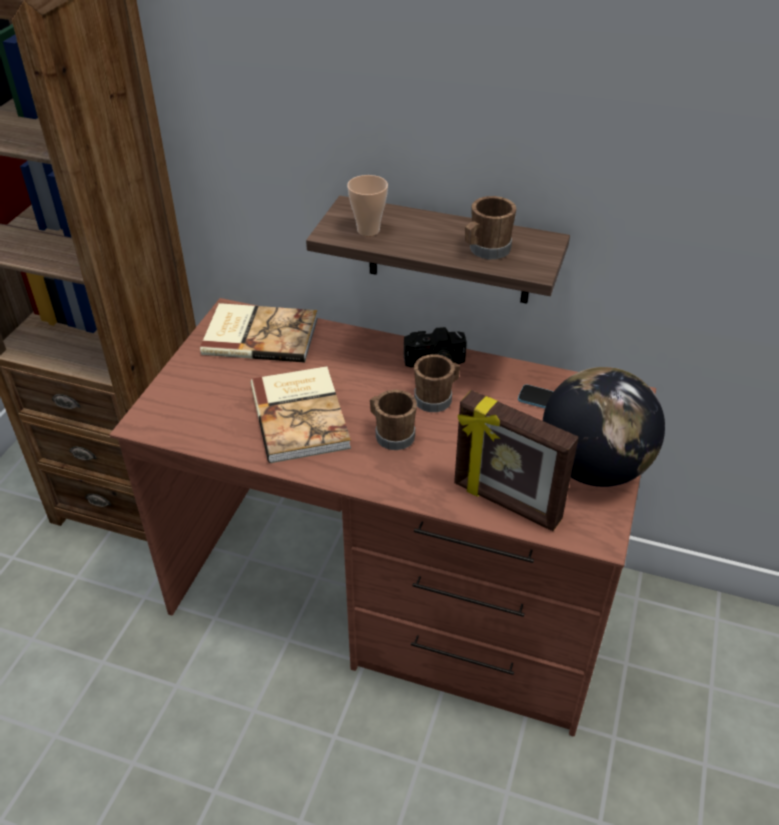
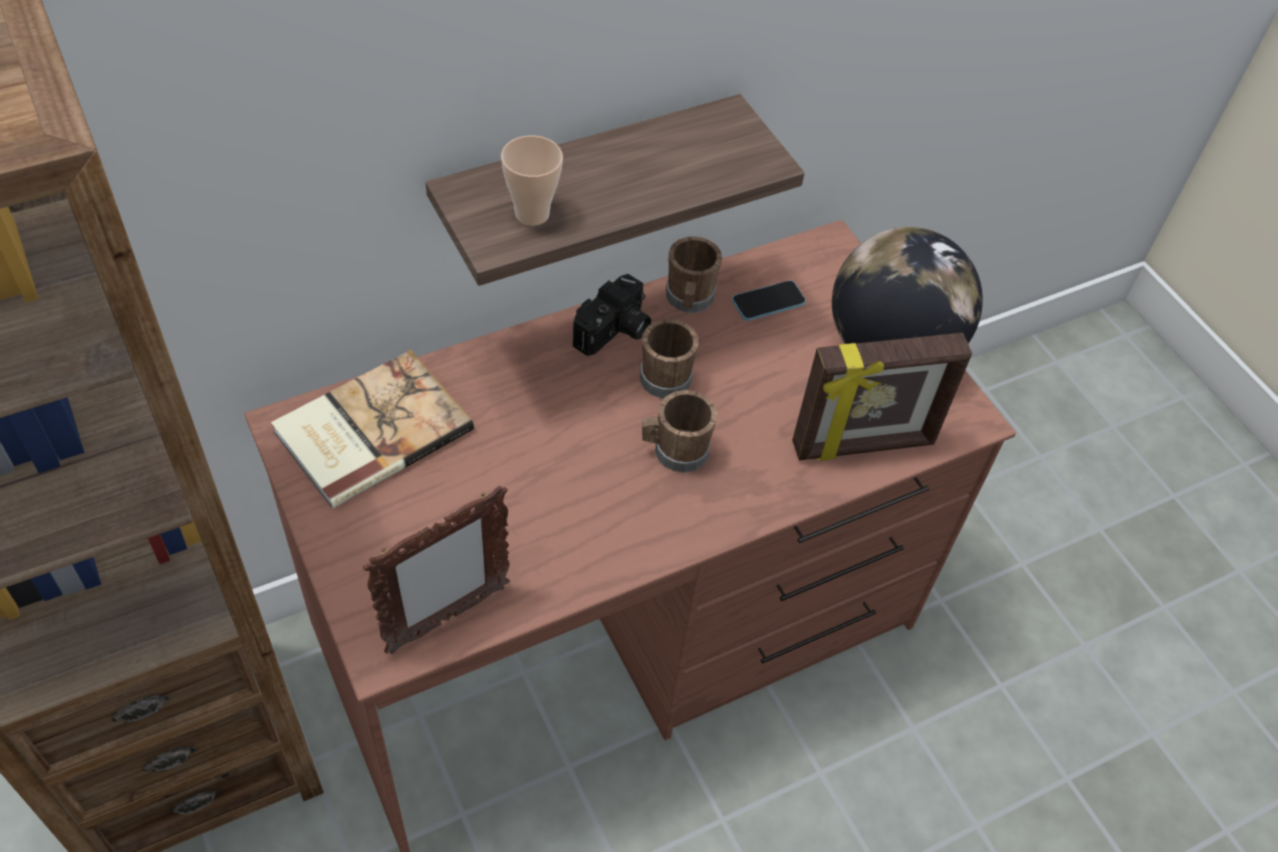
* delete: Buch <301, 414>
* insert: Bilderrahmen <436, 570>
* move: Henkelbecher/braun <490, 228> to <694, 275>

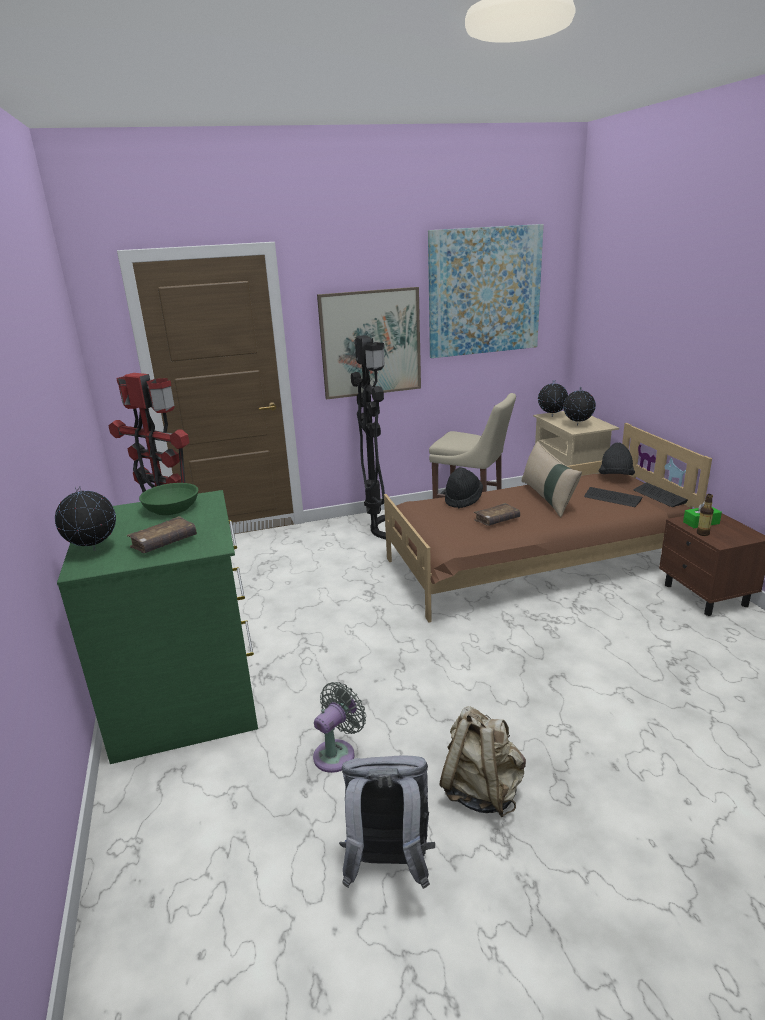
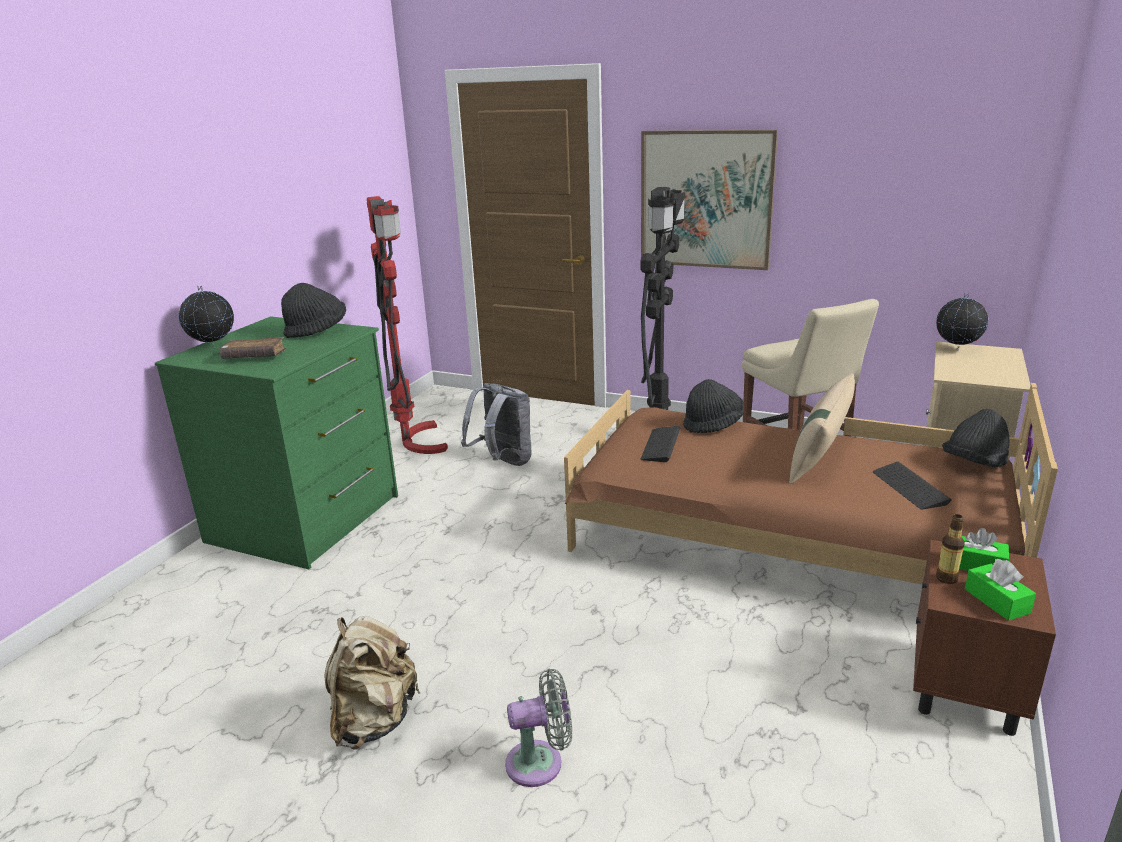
* delete: Bild <486, 291>
* delete: Buch/braun <497, 514>
* delete: Globus <579, 406>
* insert: Taschentuchbox/grün <1000, 589>
* move: Ventilator/grau <339, 727> to <538, 728>
* move: Rucksack/grau <387, 822> to <496, 424>
* move: Tastatur <661, 494> to <660, 444>
* replace: Schüssel/grün <169, 499> to Hut/schwarz <313, 310>

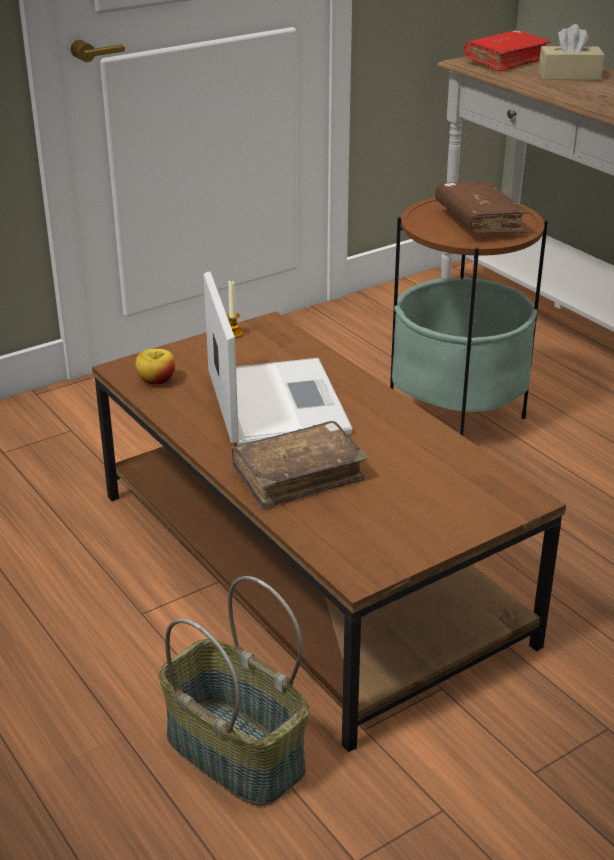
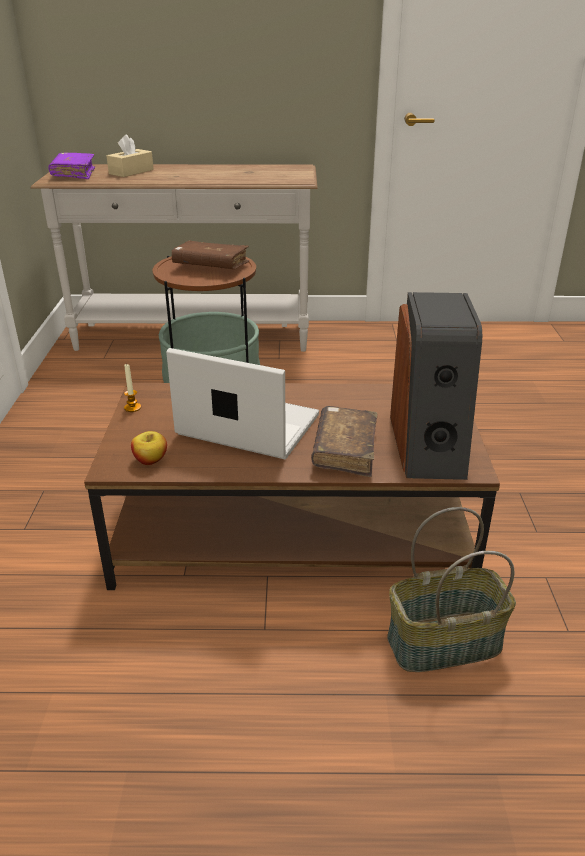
* insert: Lautsprecher <436, 386>
* recolor: Buch/rot <507, 51> to Buch/lila <71, 166>

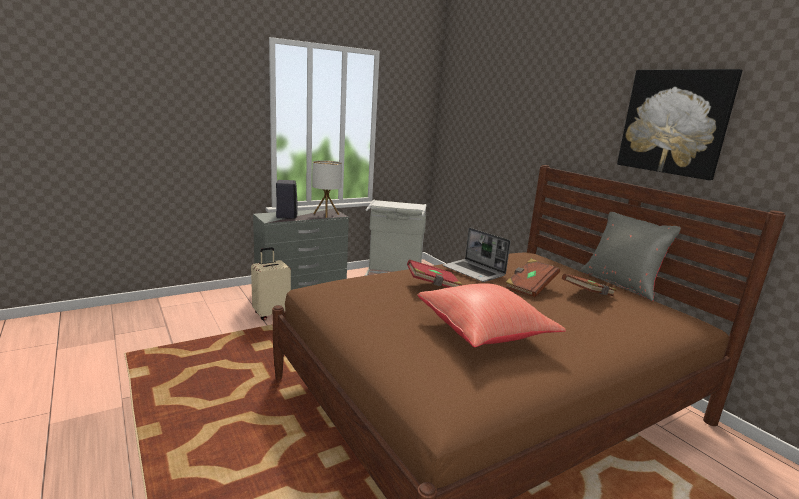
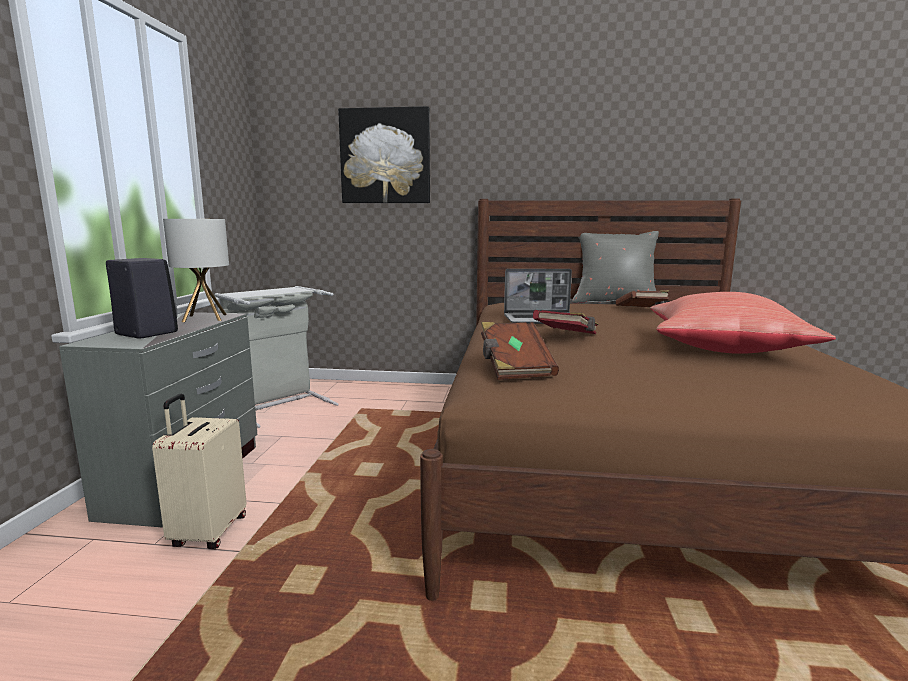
* move: Buch/braun <532, 278> to <520, 351>
* move: Bild <679, 124> to <384, 154>

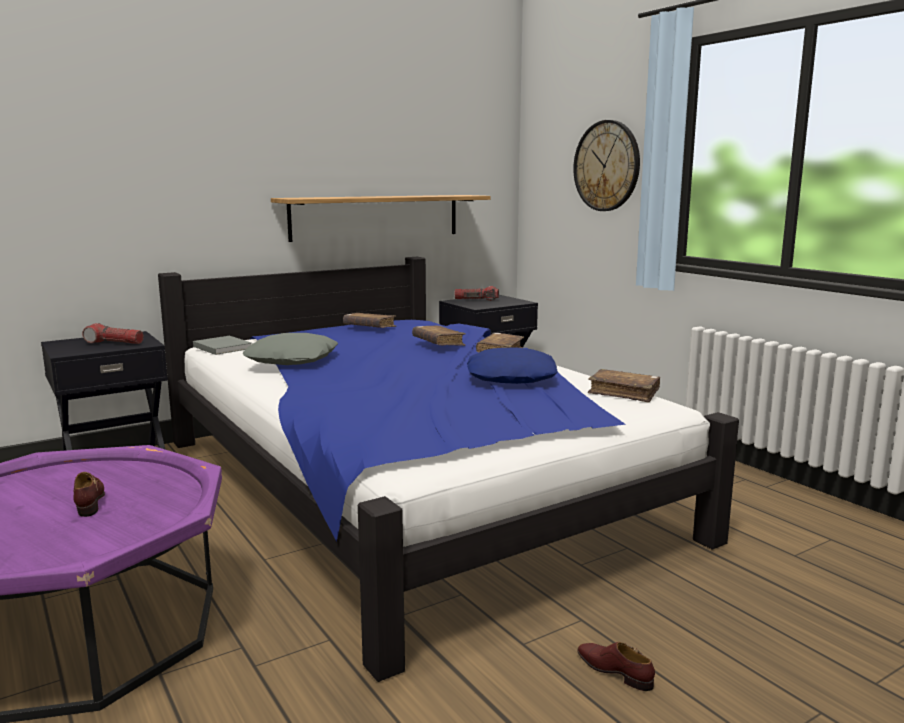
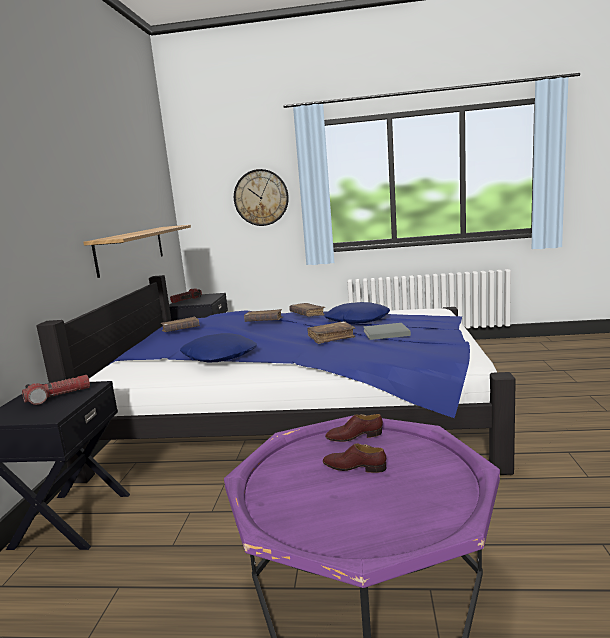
* move: Buch/grau <222, 345> to <387, 331>
* move: Schuh/braun <616, 666> to <354, 428>
* move: Buch/braun <624, 386> to <331, 332>
* recolor: Kissen/grau <290, 349> to Kissen/blau <218, 348>

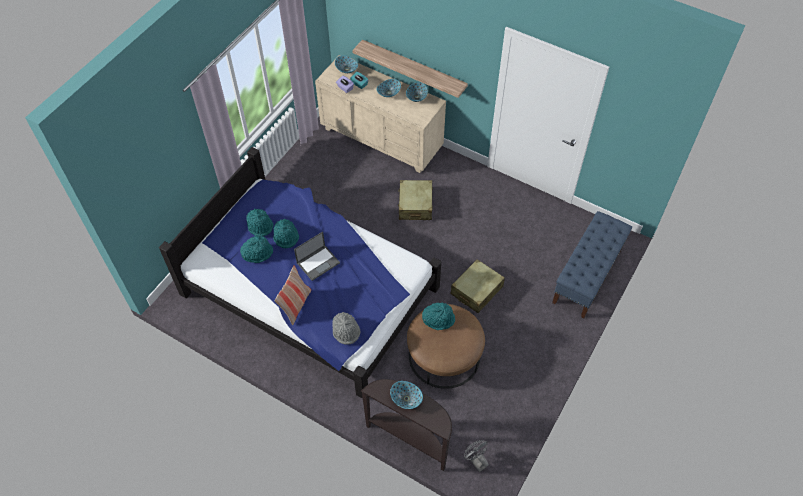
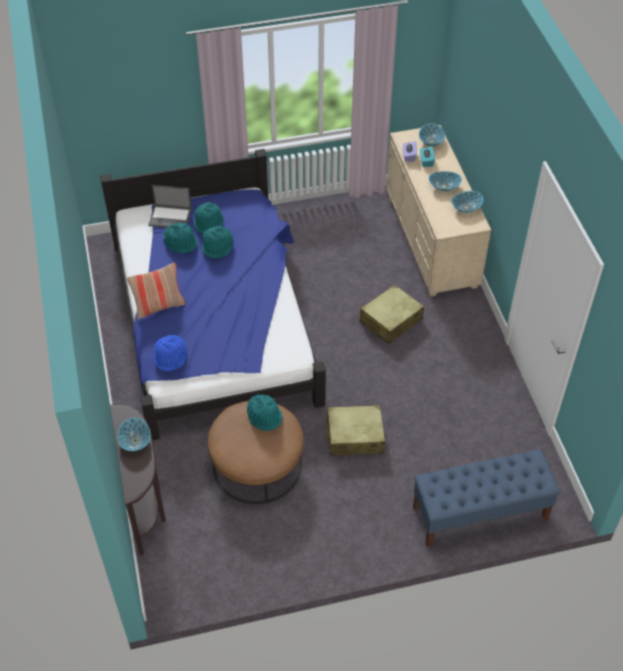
* delete: Wandregal <410, 68>
* delete: Ventilator/grau <476, 456>
* move: Laptop <317, 256> to <170, 206>
* recolor: Hut/grau <346, 328> to Hut/blau <170, 353>

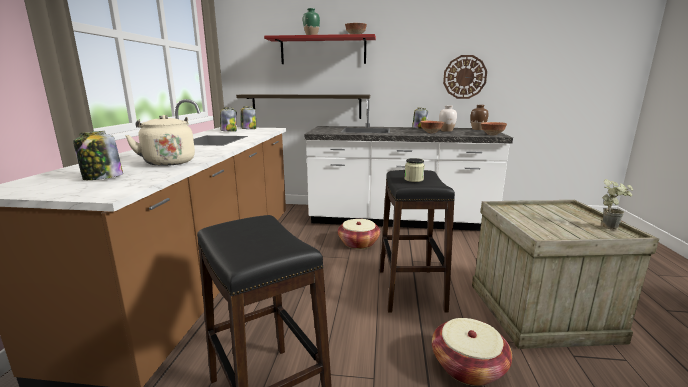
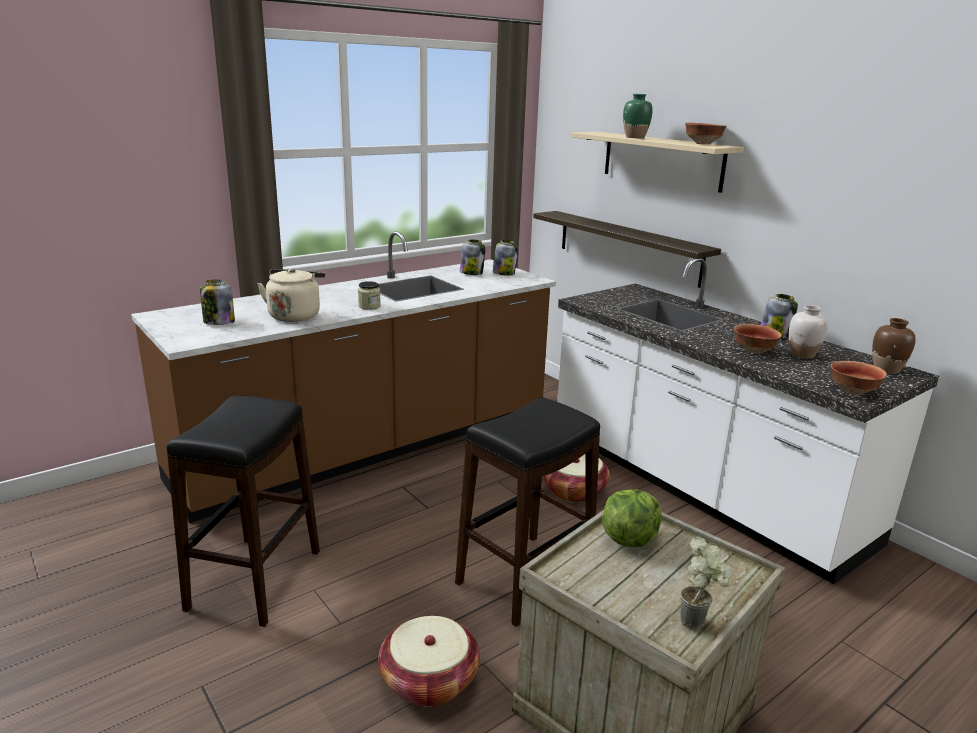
* delete: Wanduhr <465, 77>
* insert: Salatkopf <632, 518>
* move: Vorratsglas <414, 170> to <369, 295>
* recolor: Wandregal/rot <320, 49> to Wandregal/beige <657, 162>

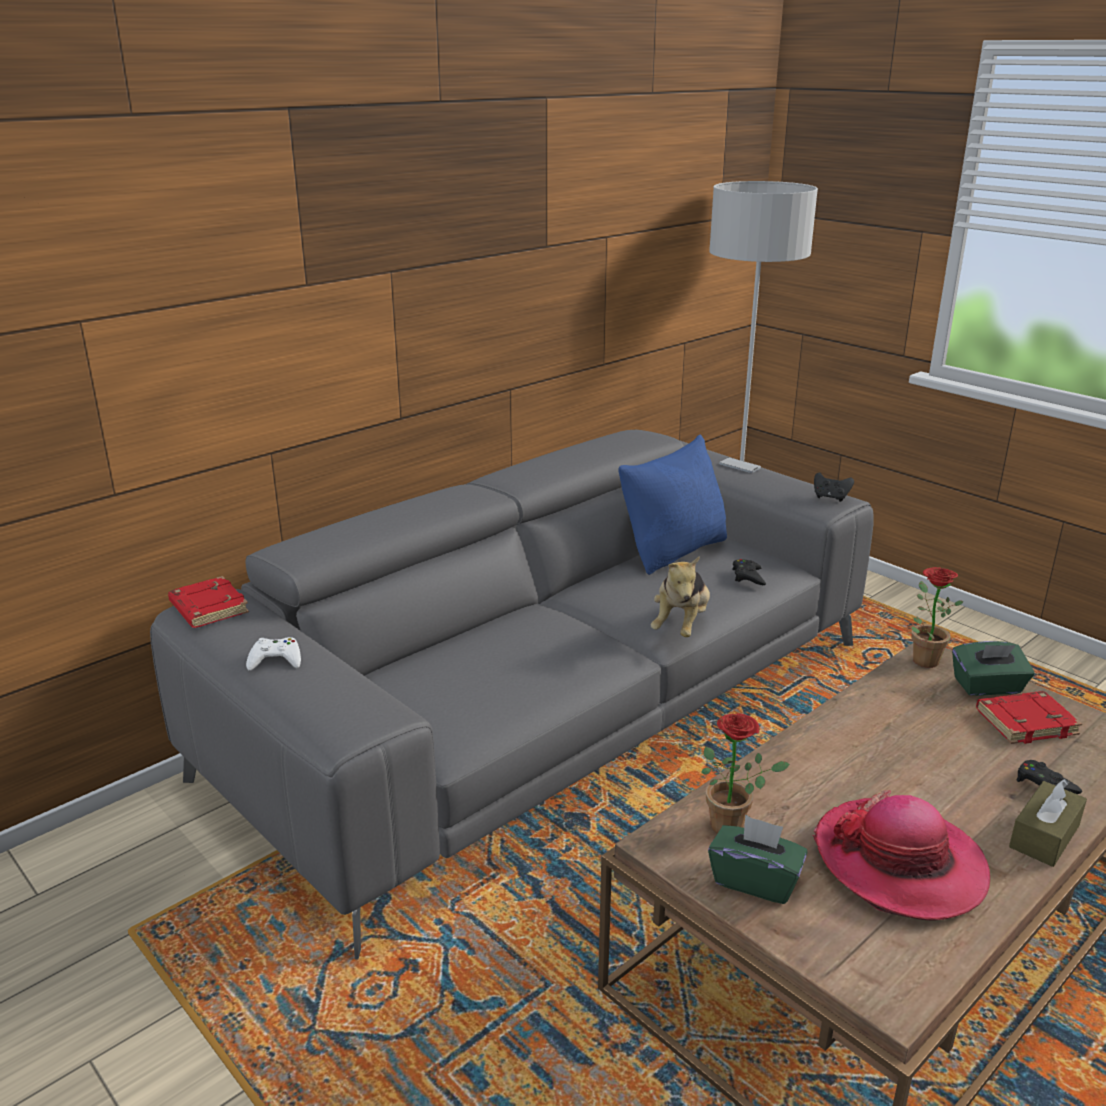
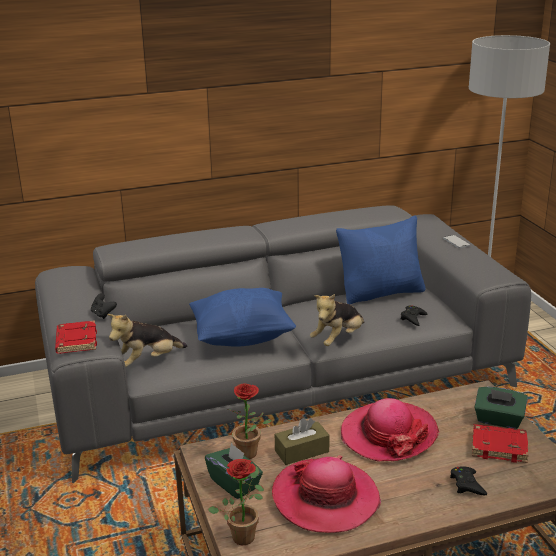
* delete: Gamepad/weiß <273, 654>
* insert: Plüschtier <147, 341>
* insert: Kissen/blau <242, 317>
* insert: Hut <390, 430>
* move: Buch/rot <208, 602> to <76, 337>
* move: Gamepad/schwarz <834, 487> to <104, 306>
* move: Topfpflanze <937, 617> to <236, 502>
* move: Taschentuchbox/braun <1048, 823> to <302, 441>

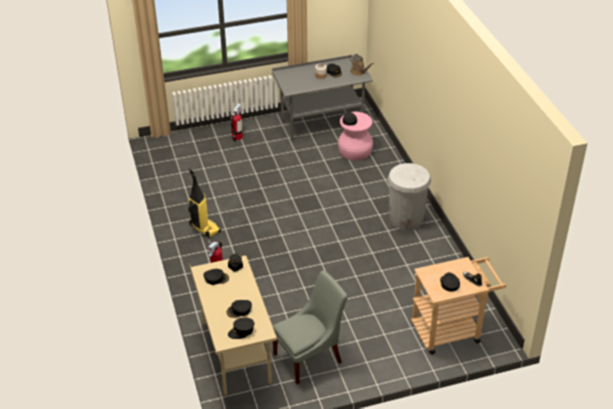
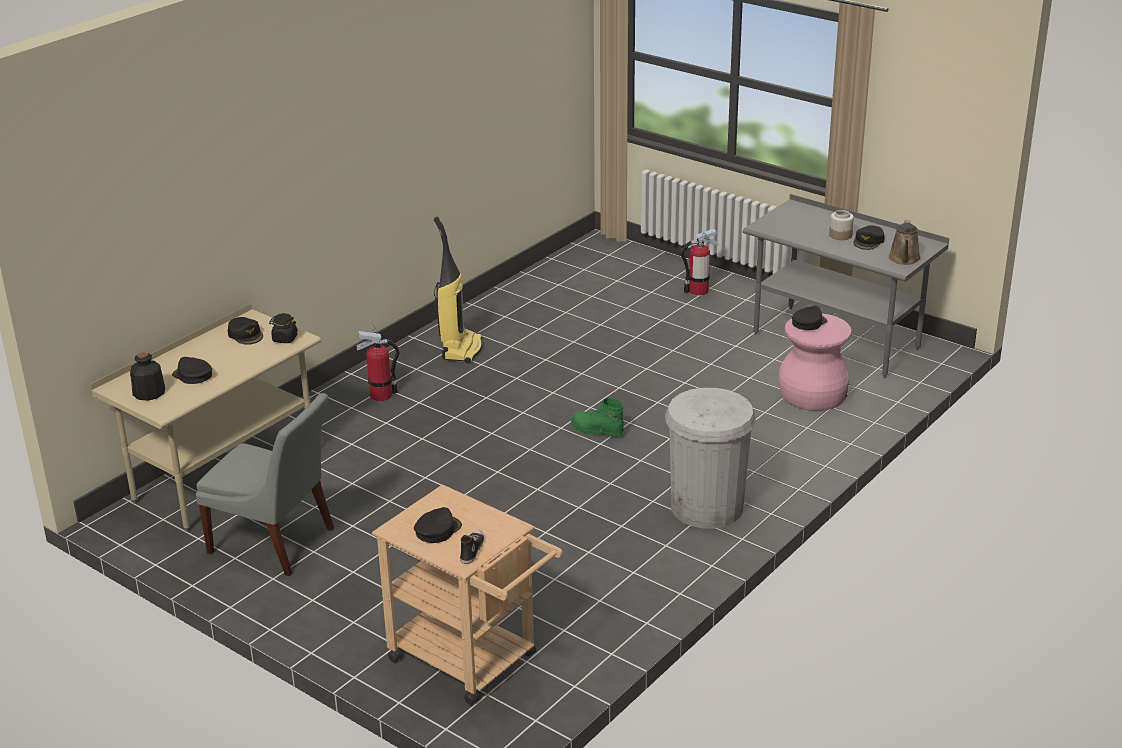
* insert: Stiefel/grün <597, 417>
* replace: Kappe/schwarz <241, 328> to Flasche <147, 376>

